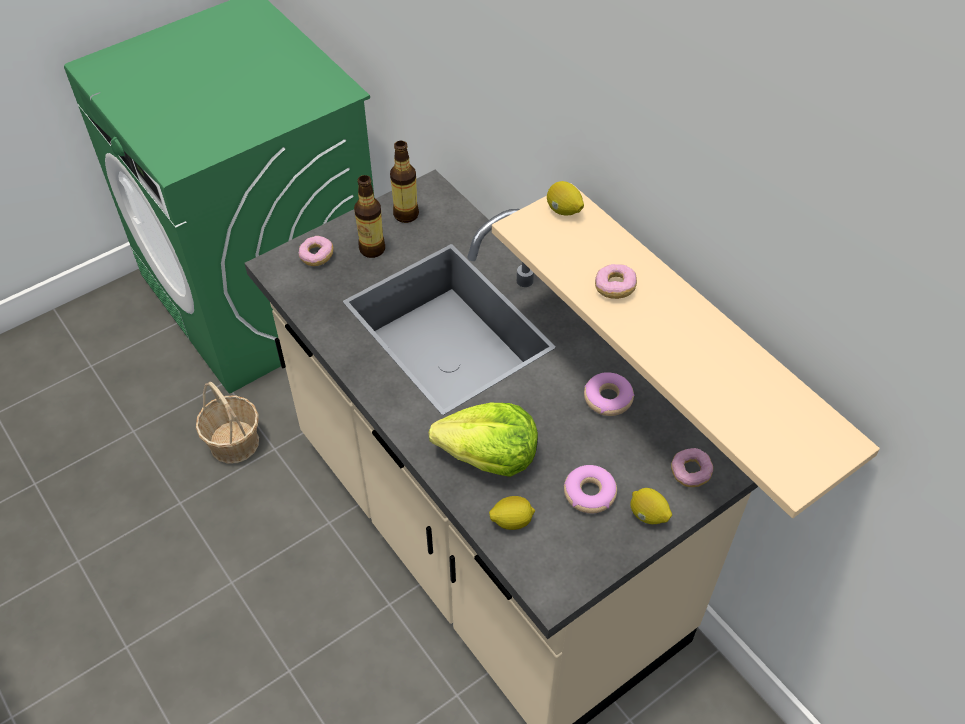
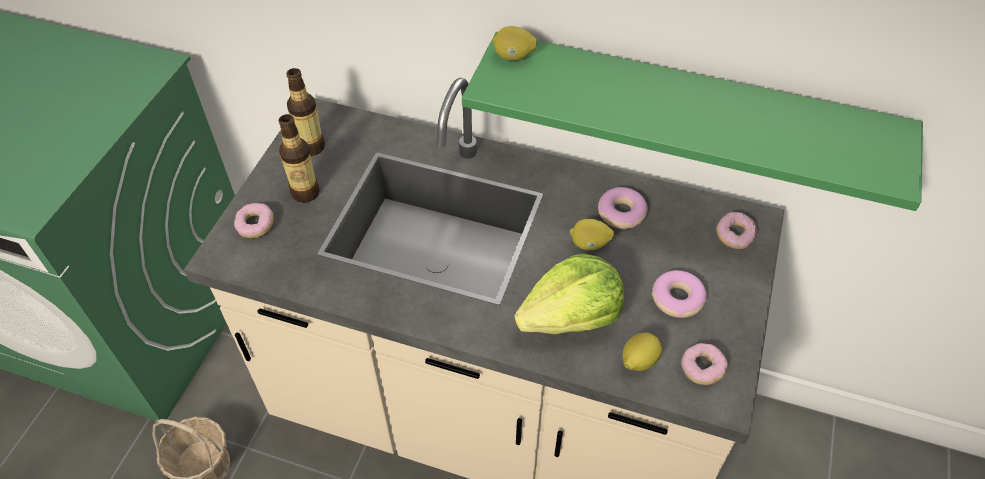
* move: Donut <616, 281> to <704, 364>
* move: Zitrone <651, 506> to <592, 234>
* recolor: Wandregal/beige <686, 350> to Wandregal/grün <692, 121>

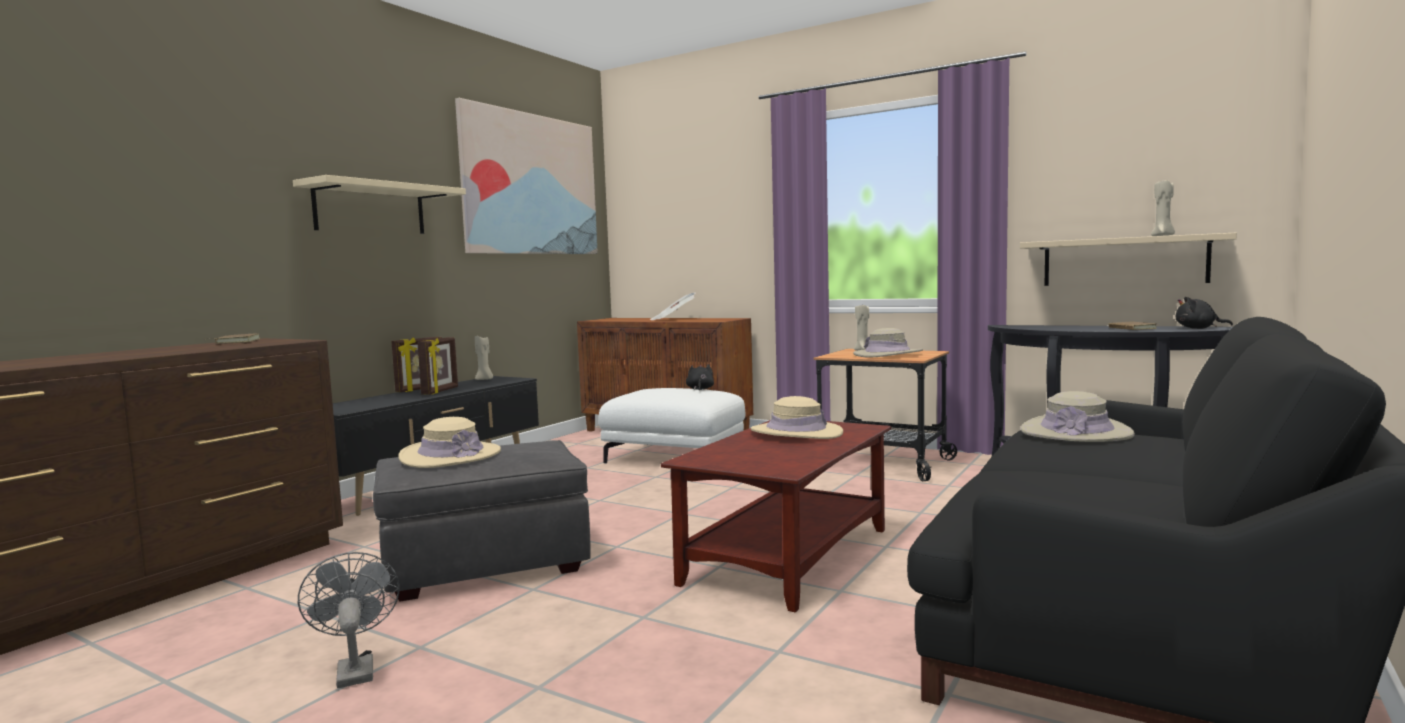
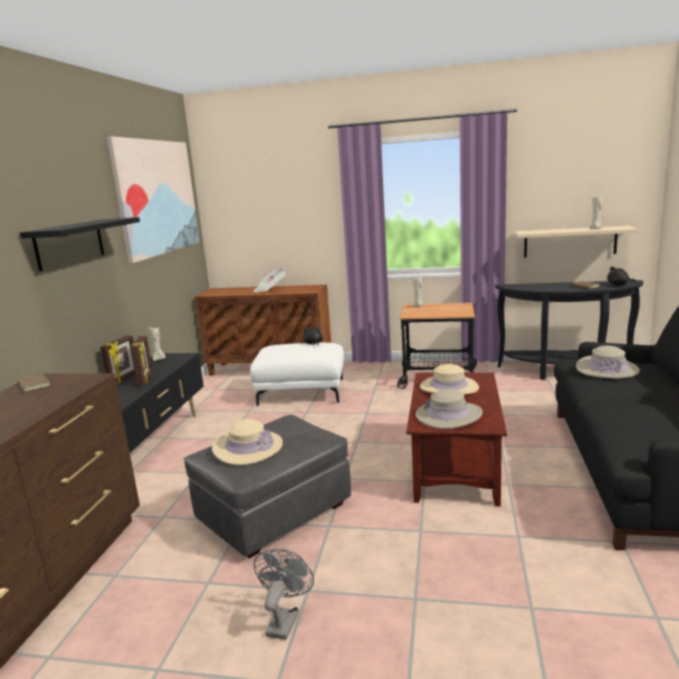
* move: Hut/beige <888, 342> to <449, 409>
* recolor: Wandregal/beige <379, 204> to Wandregal/schwarz <80, 244>
* rotate: Ventilator/grau <349, 620> = <284, 594> 60 degrees clockwise

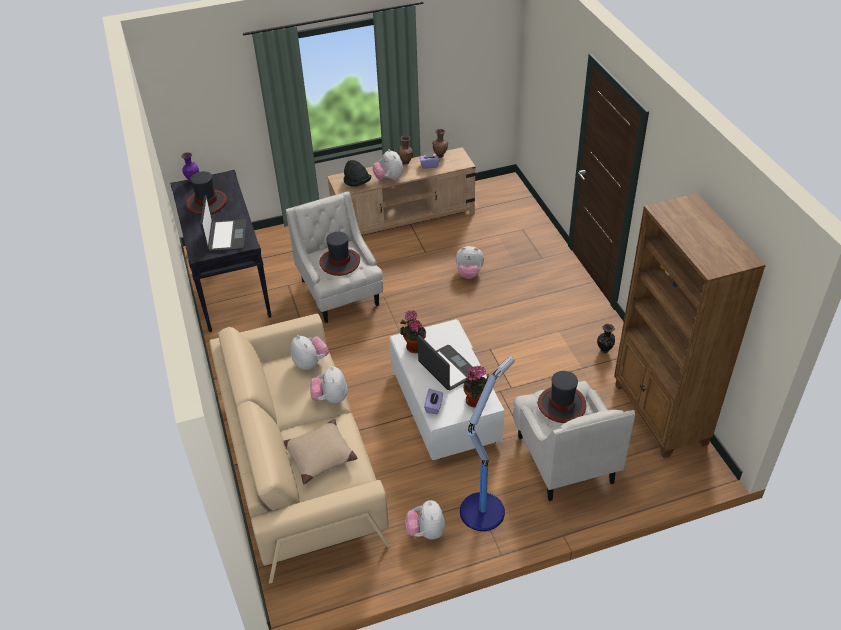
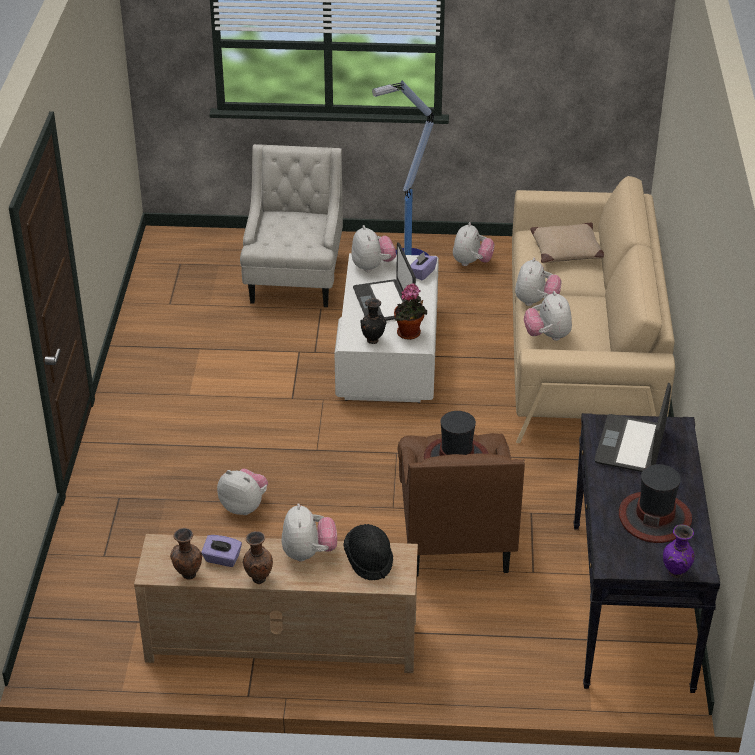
* delete: Hut <562, 397>
* delete: Bücherregal/braun <690, 325>
* move: Vase/schwarz <606, 338> to <373, 321>
* replace: Topfpflanze <476, 386> to Plüschtier <373, 248>
* recolor: Sessel/weiß <334, 257> to Sessel/braun <461, 504>

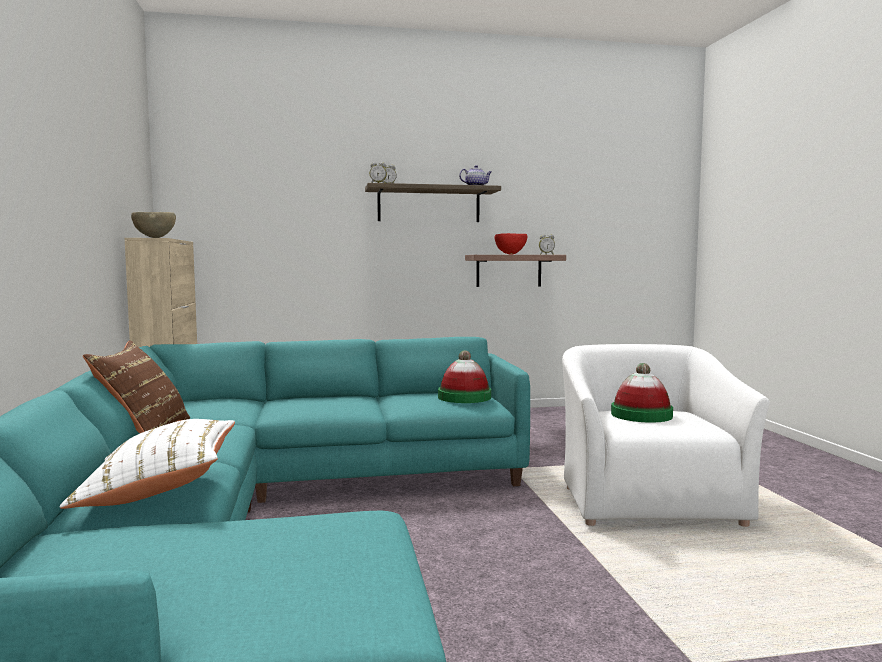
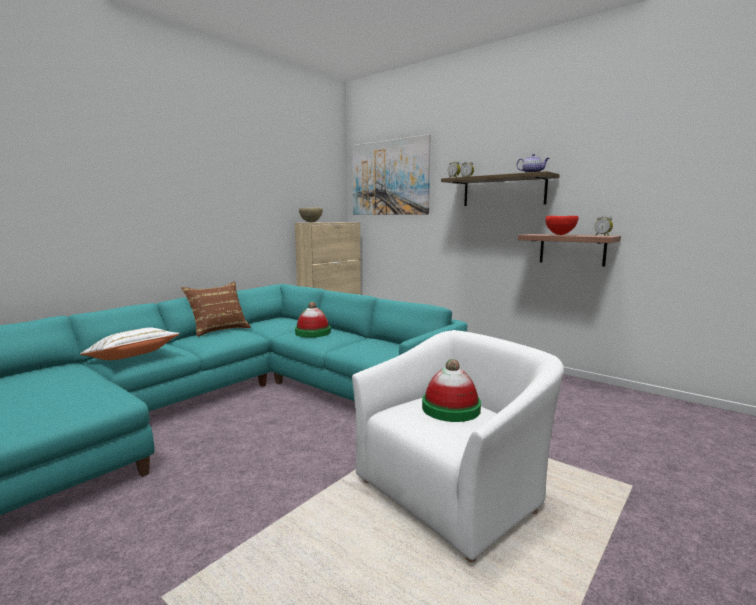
* insert: Bild <391, 174>
* move: Hut <464, 376> to <313, 320>

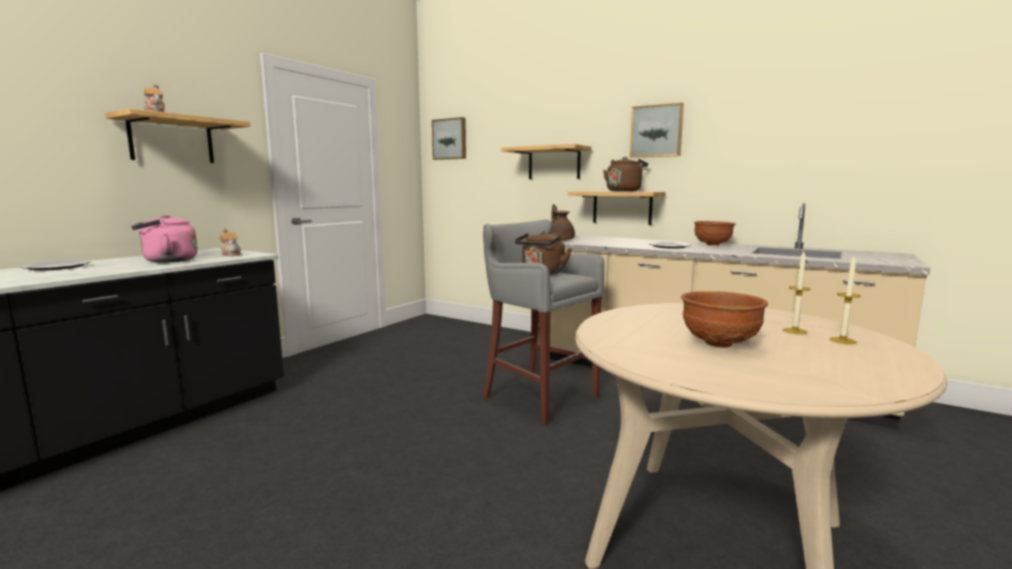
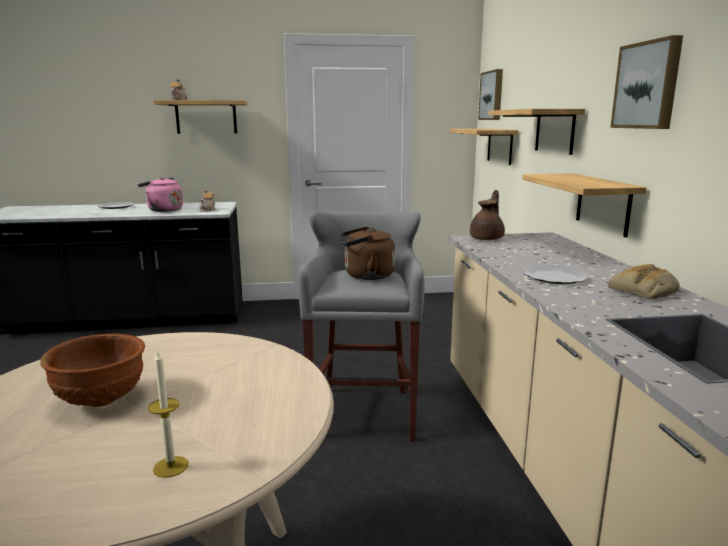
* delete: Wasserkessel/braun <625, 174>
* delete: Kerze <796, 293>
* insert: Wandregal <484, 147>
* replace: Schüssel/braun <715, 233> to Brot <644, 281>

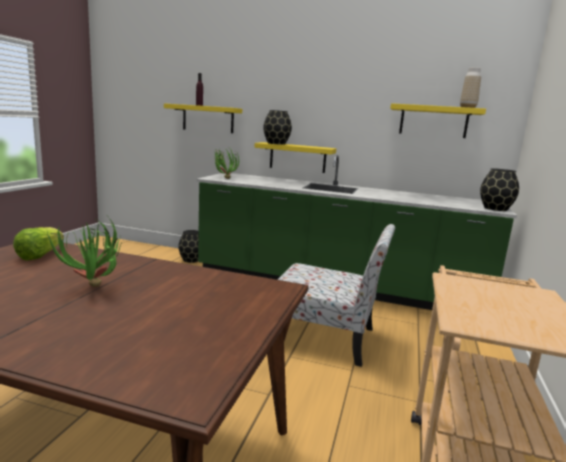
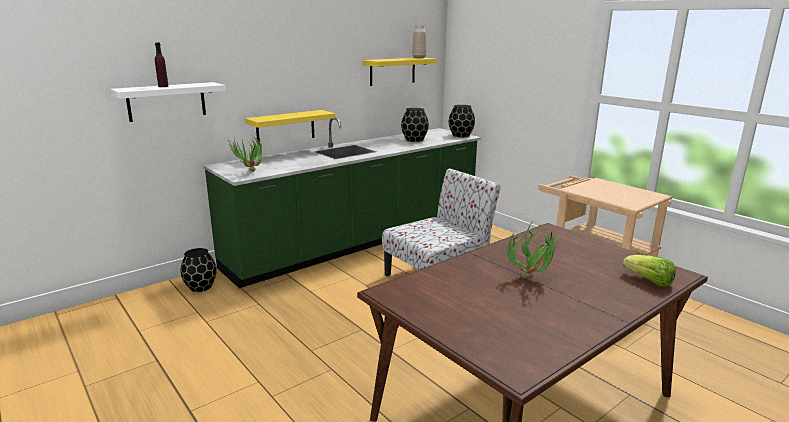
* move: Salatkopf <38, 244> to <649, 271>
* move: Vase/schwarz <277, 127> to <415, 125>
* recolor: Wandregal/gelb <203, 118> to Wandregal/weiß <168, 102>

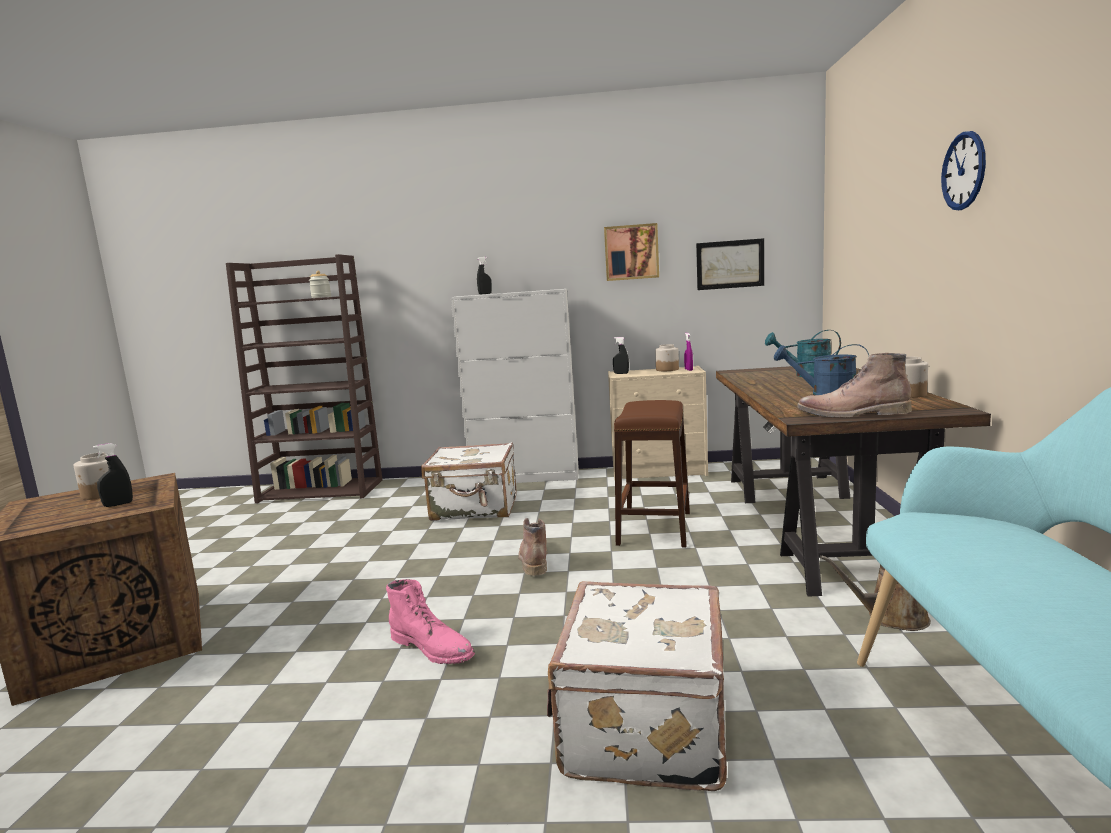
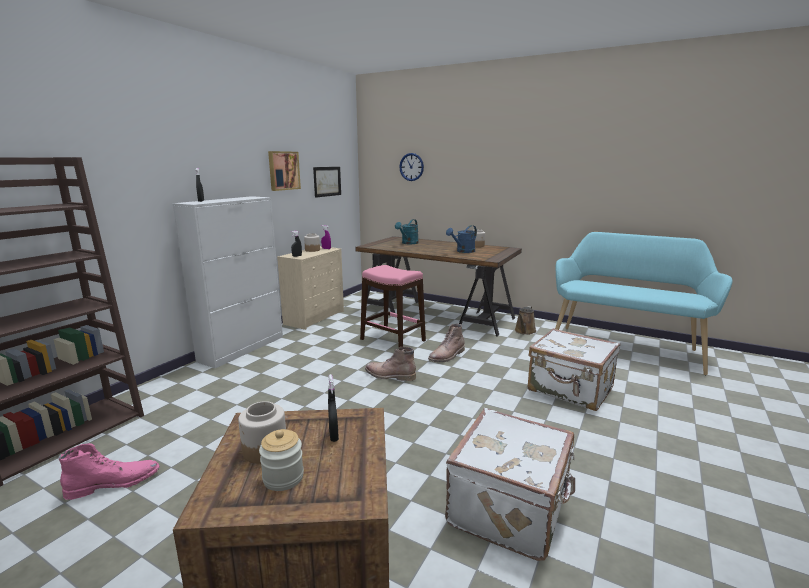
* move: Vorratsglas <320, 284> to <281, 460>
* move: Stiefel/rosa <430, 621> to <109, 471>
* move: Koffer/weiß <469, 481> to <510, 484>
* move: Stiefel/braun <854, 385> to <446, 343>
* move: Wanduhr <963, 170> to <411, 167>
* recolor: Hocker/braun <652, 474> to Hocker/rosa <393, 306>

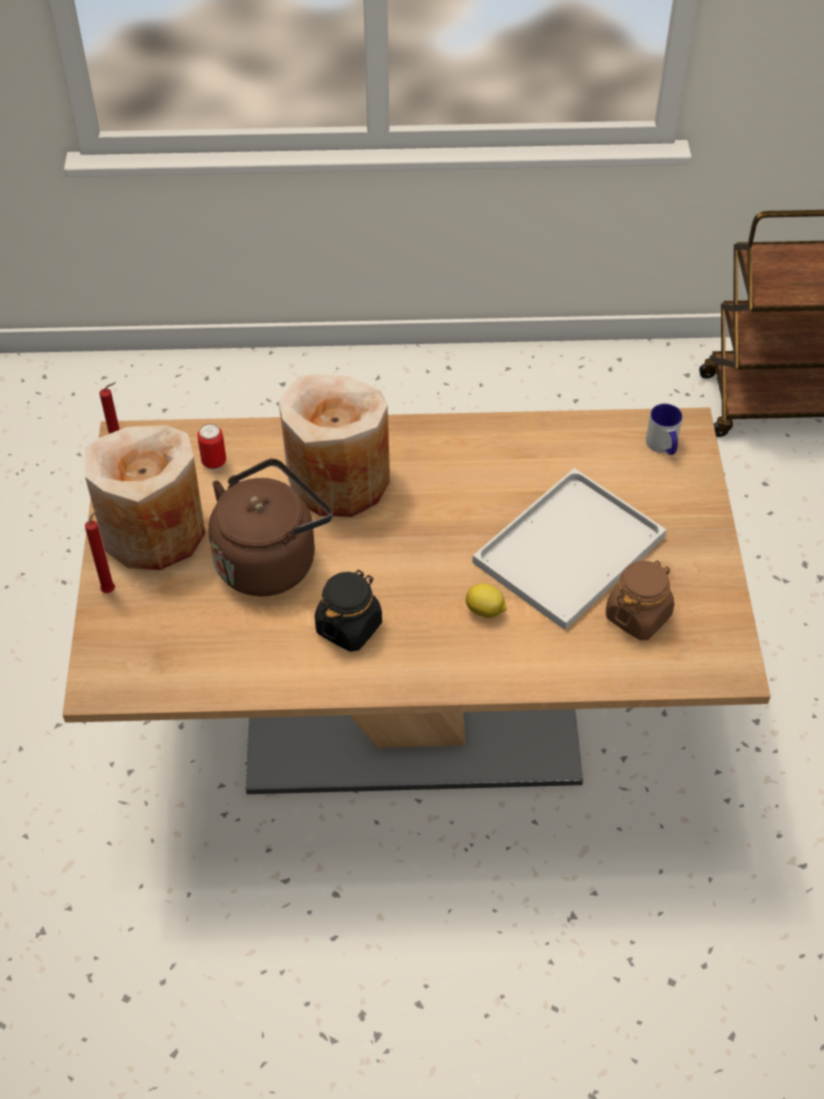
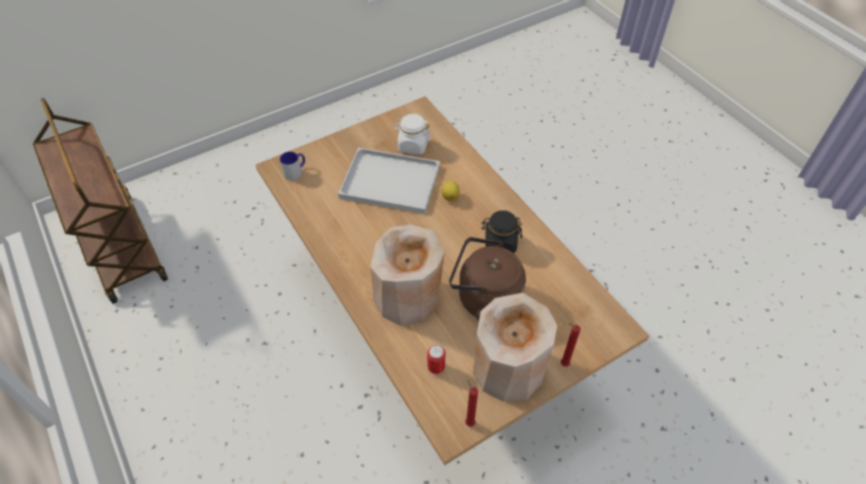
* recolor: Vorratsglas/braun <640, 600> to Vorratsglas/weiß <412, 134>

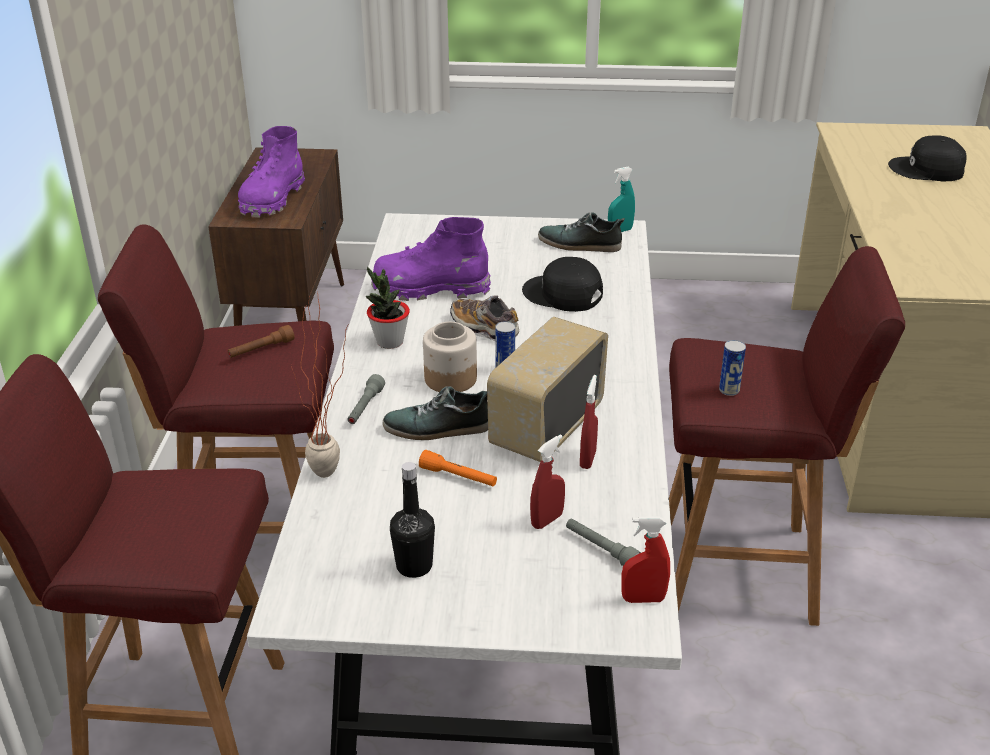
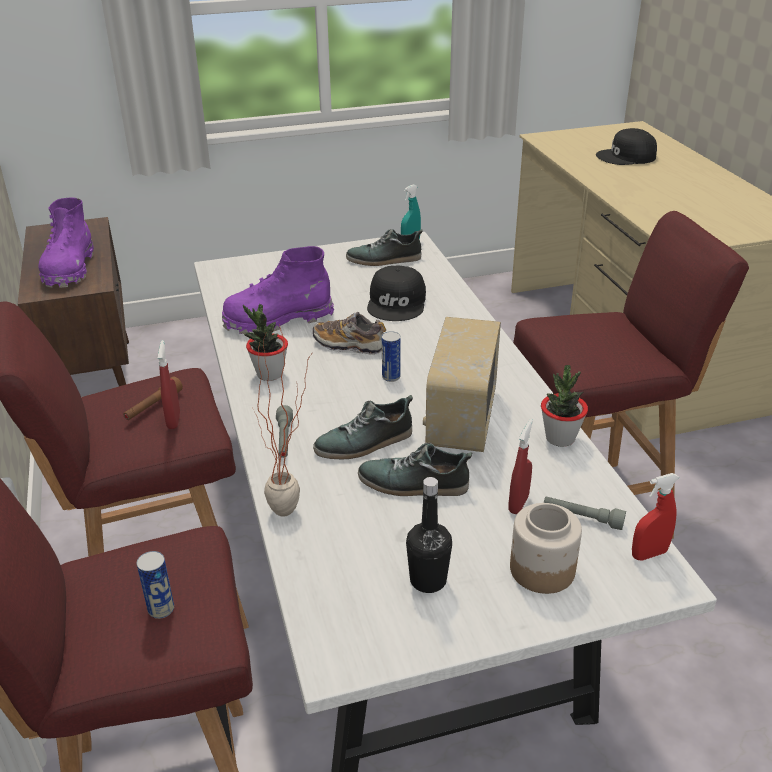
* insert: Topfpflanze <564, 406>
* move: Vorratsglas <450, 357> to <546, 548>
* move: Sprühflasche/rot <589, 422> to <169, 384>
* move: Dose <732, 368> to <155, 585>
* replace: Taschenlampe/orange <458, 468> to Schuh <415, 469>
* rotate: Kappe/schwarz <562, 284> = <396, 293> 90 degrees counterclockwise

